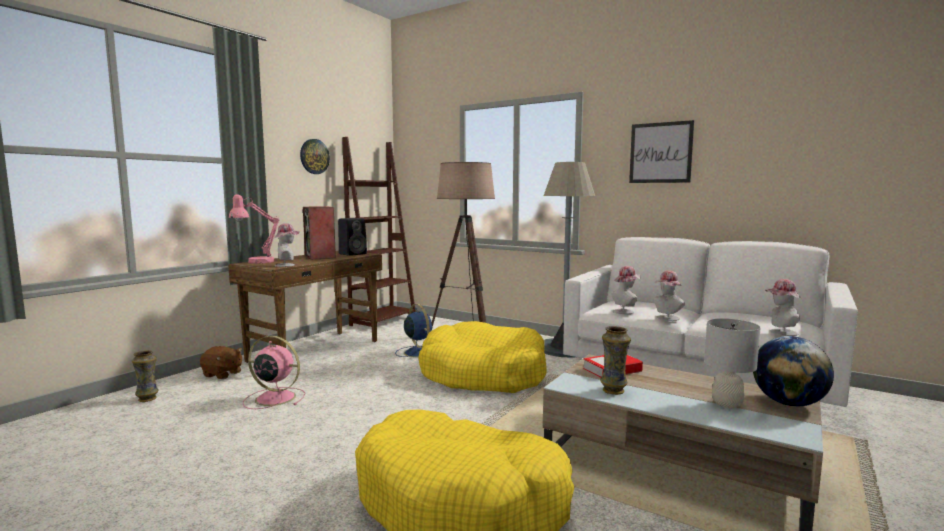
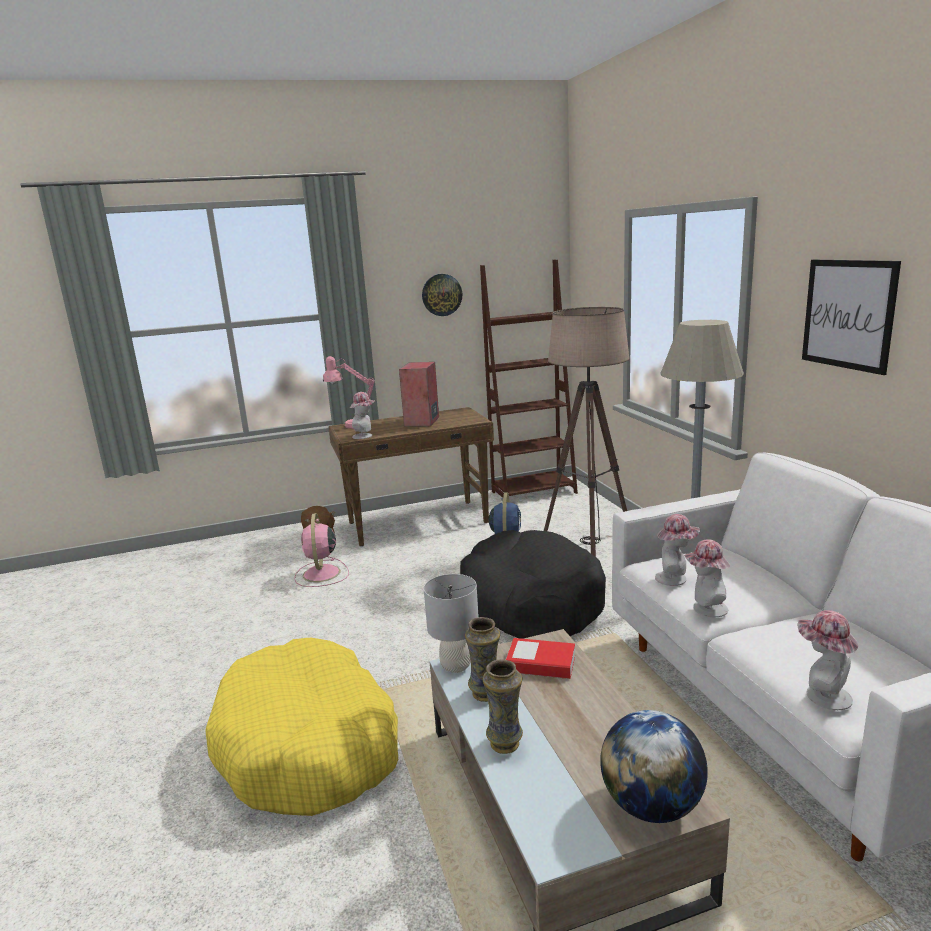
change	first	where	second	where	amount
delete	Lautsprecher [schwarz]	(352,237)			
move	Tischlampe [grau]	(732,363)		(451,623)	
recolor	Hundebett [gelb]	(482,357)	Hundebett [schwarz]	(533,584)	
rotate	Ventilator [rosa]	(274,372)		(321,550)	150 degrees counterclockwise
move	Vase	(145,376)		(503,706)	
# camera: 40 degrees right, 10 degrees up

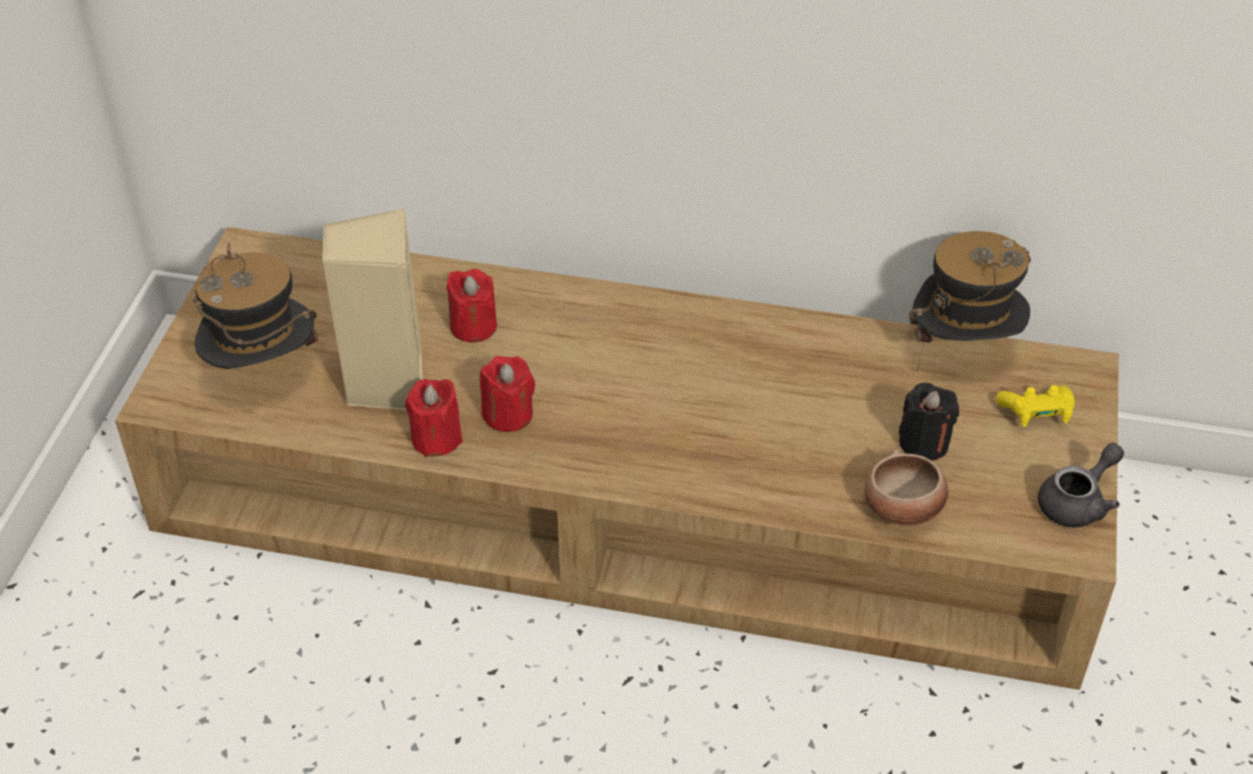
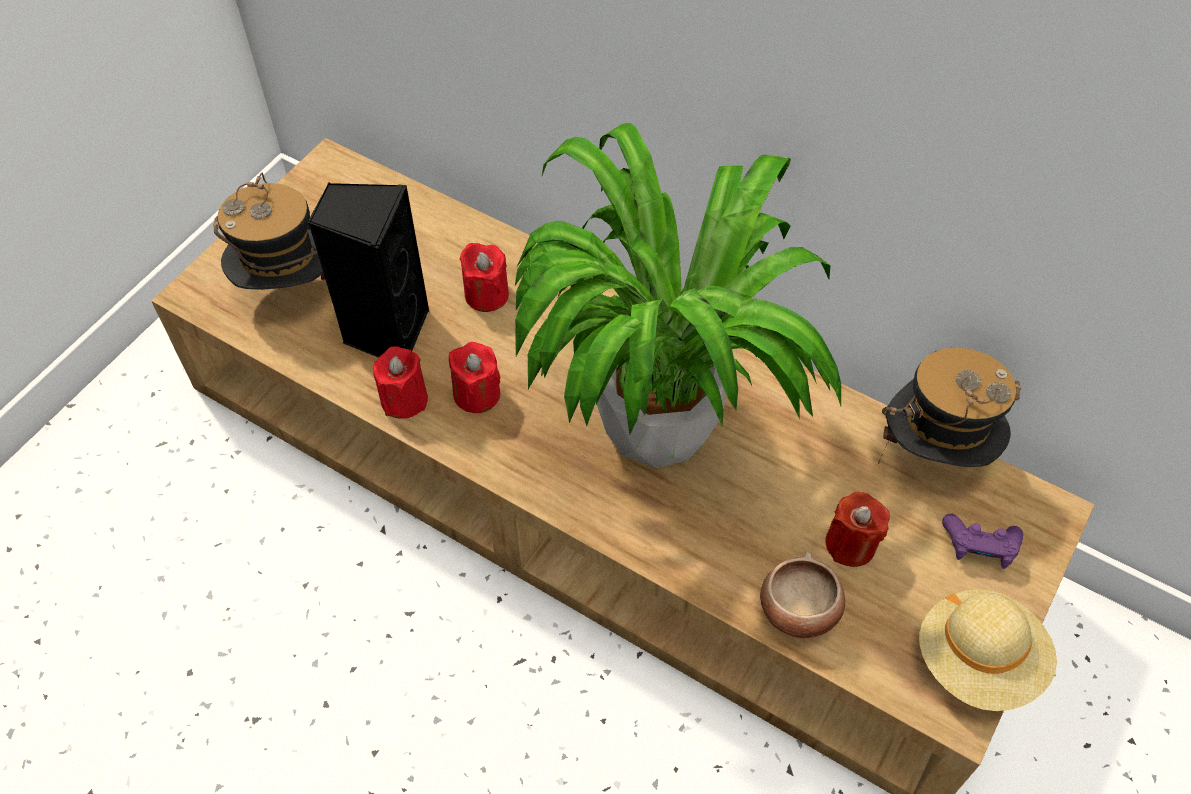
change	first	where	second	where	amount
recolor	Lautsprecher [beige]	(372,309)	Lautsprecher [schwarz]	(368,270)	
recolor	Kerze [schwarz]	(929,422)	Kerze [rot]	(858,529)	
recolor	Gamepad [gelb]	(1035,406)	Gamepad [lila]	(982,541)	
replace	Teekanne [grau]	(1081,485)	Hut [beige]	(988,650)	
insert			Topfpflanze	(678,295)	
# camera: 20 degrees right, 10 degrees up

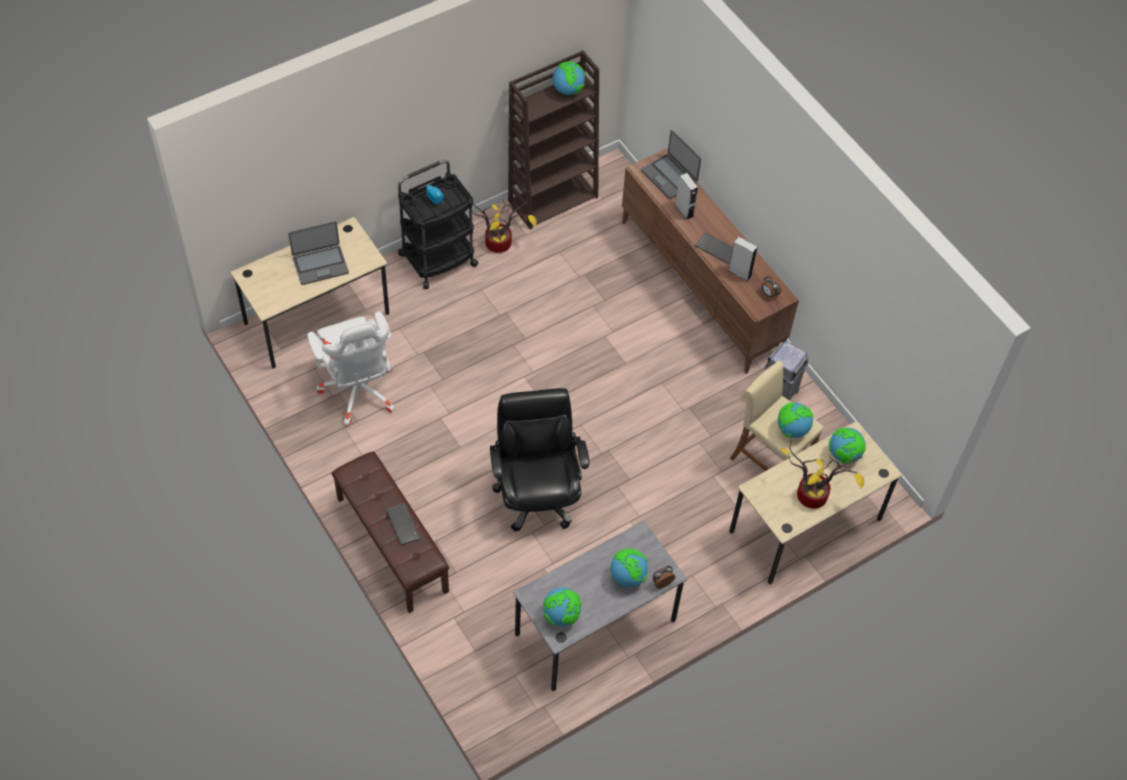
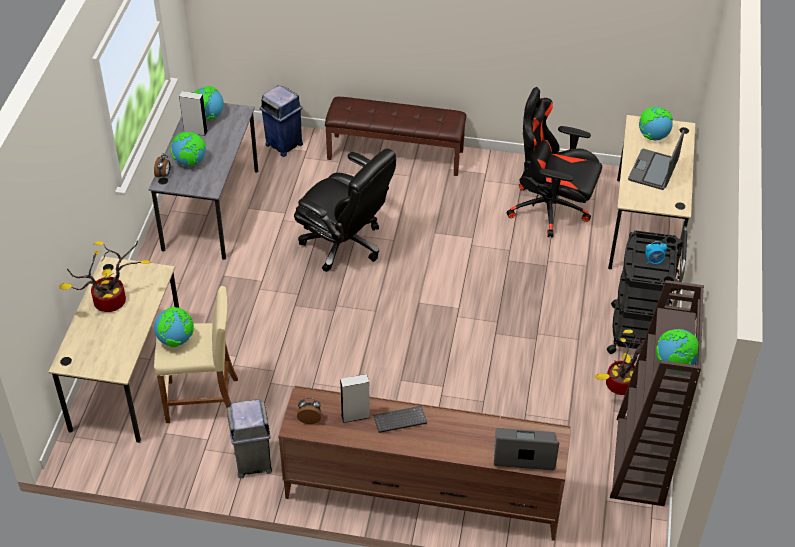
change	first	where	second	where	amount
move	Lautsprecher [grau]	(686,196)		(193,113)	
recolor	Bürostuhl [weiß]	(351,369)	Bürostuhl [schwarz]	(554,162)	
move	Globus	(847,446)		(656,123)	
delete	Tastatur	(403,524)			
insert			Mülleimer [blau]	(281,121)	
# camera: 135 degrees right, 10 degrees down

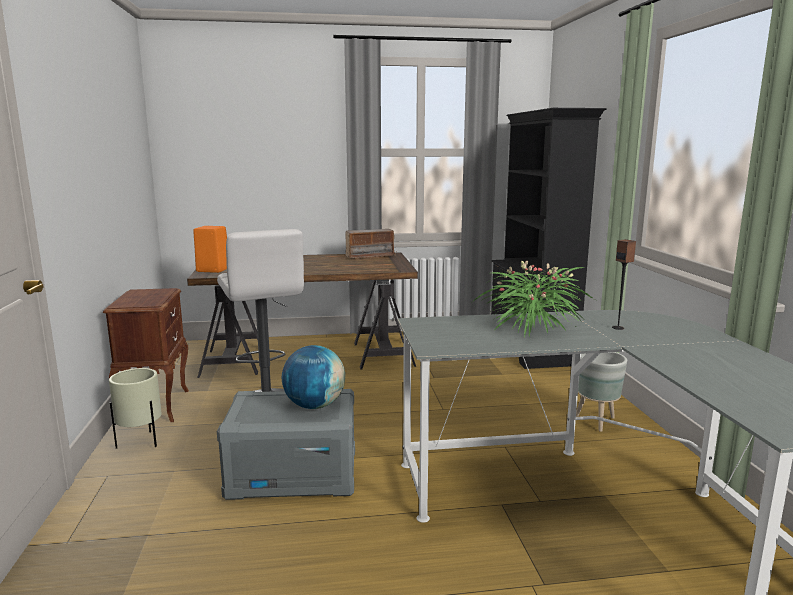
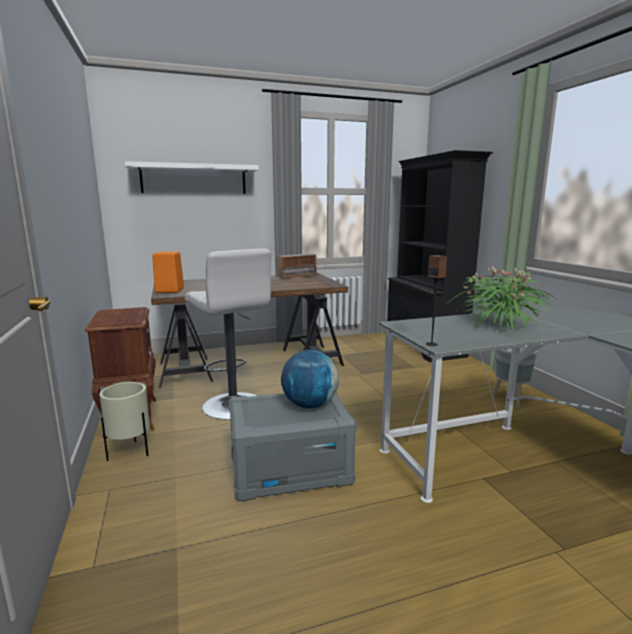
change	first	where	second	where	amount
move	Lautsprecher	(624,284)		(436,300)	
insert			Wandregal [weiß]	(192,177)	
# camera: 10 degrees left, 0 degrees up

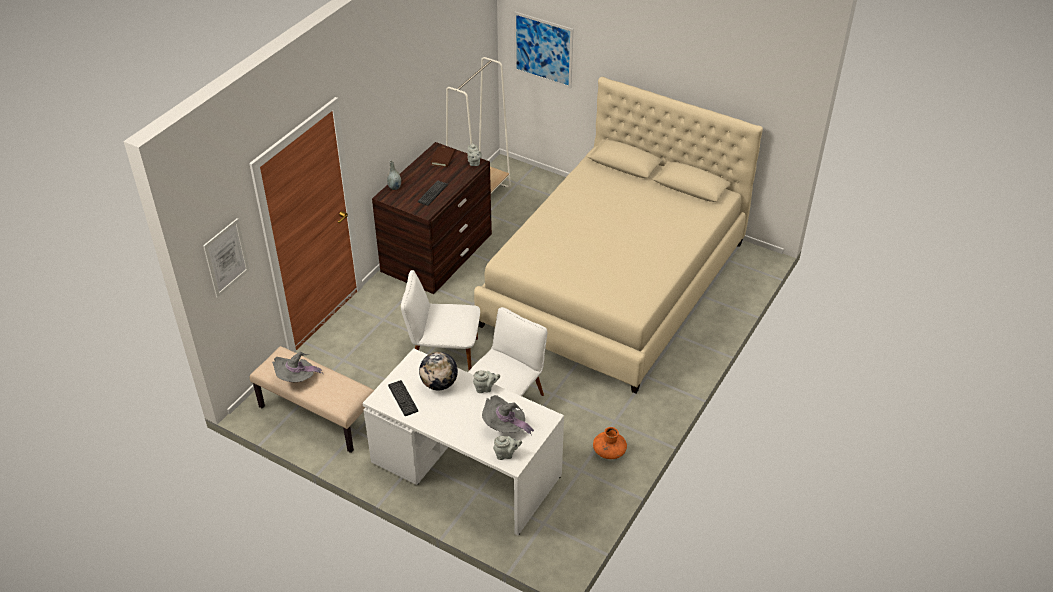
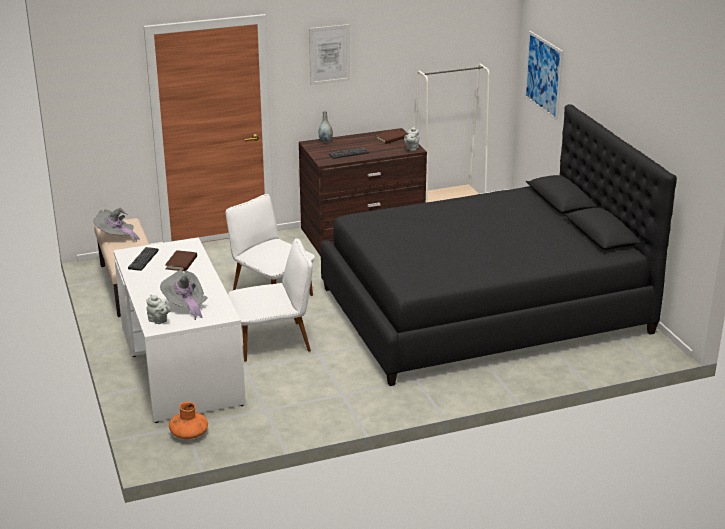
change	first	where	second	where	amount
recolor	Bett [beige]	(618,235)	Bett [schwarz]	(499,245)	
move	Bild	(226,258)		(329,54)	
replace	Globus	(438,371)	Buch [braun]	(181,260)	
delete	Teekanne [grau]	(486,381)			
move	Vase [orange]	(610,443)		(188,420)	
# camera: 40 degrees right, 15 degrees down

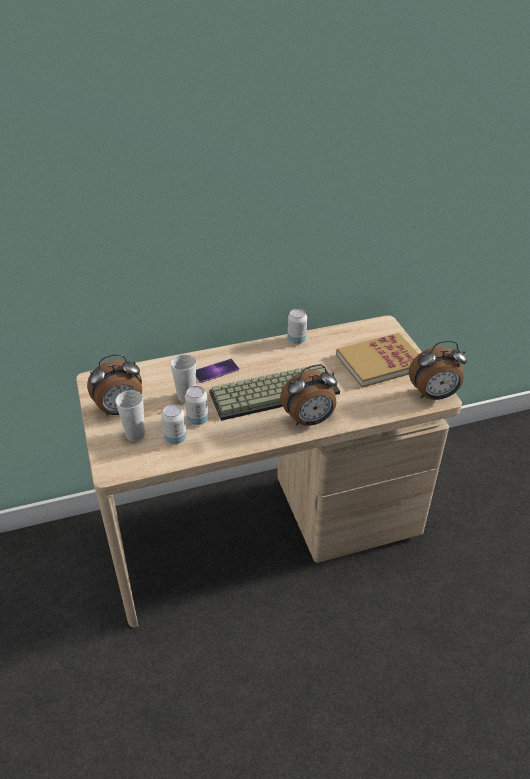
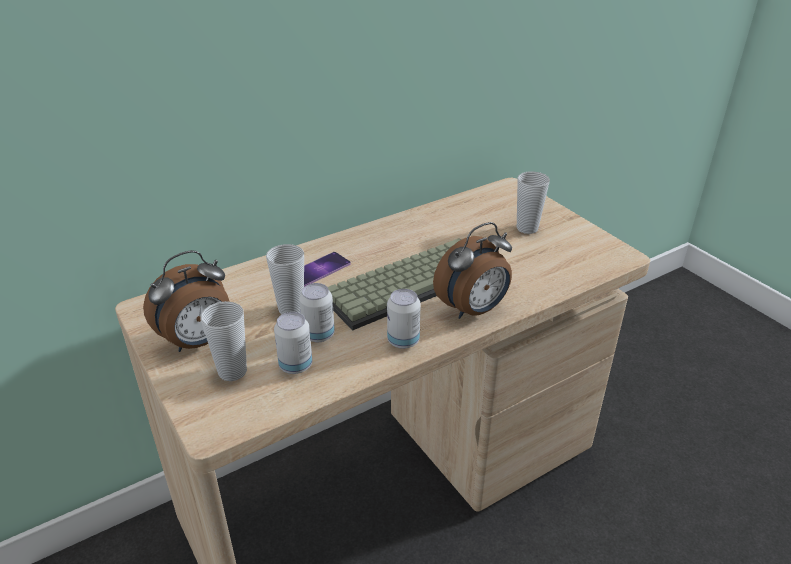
change	first	where	second	where	amount
move	Dose	(297,326)		(404,319)	
replace	Buch	(377,360)	Tasse	(533,202)	
delete	Wecker	(438,370)			
# camera: 15 degrees left, 5 degrees down

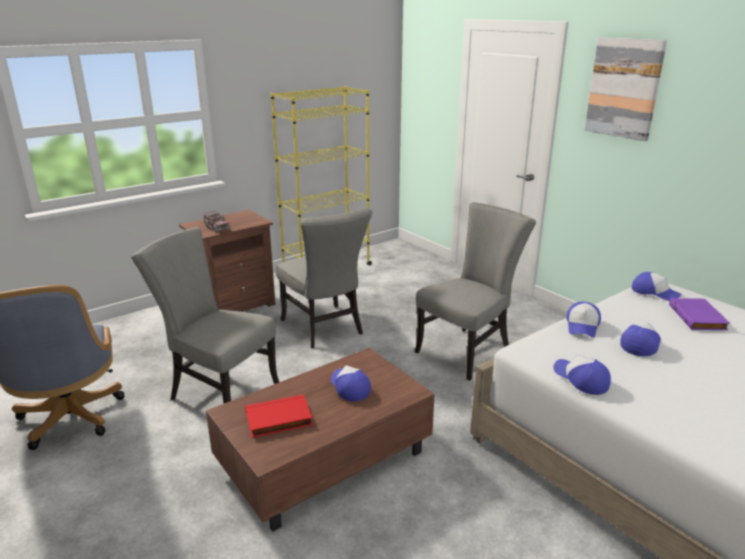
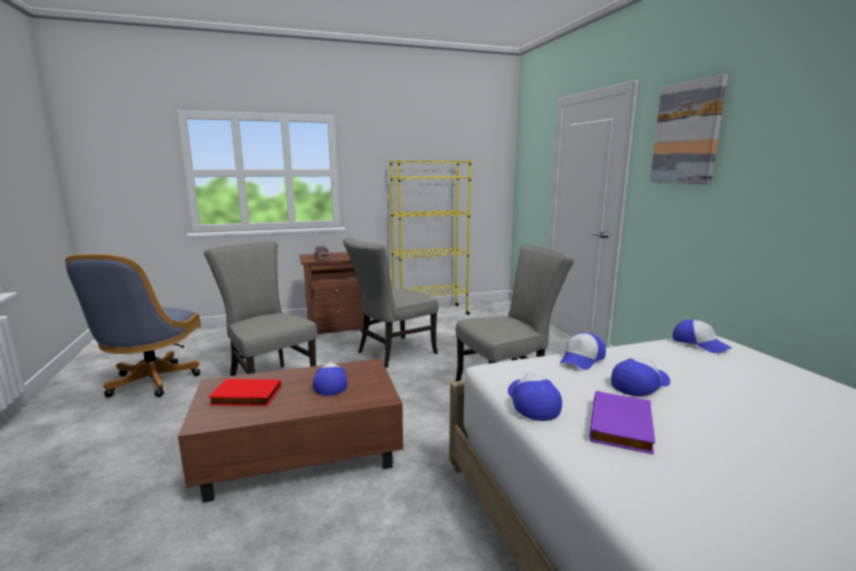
change	first	where	second	where	amount
rotate	Stuhl [grau]	(324,277)		(391,302)	60 degrees clockwise
move	Buch [lila]	(699,314)		(622,422)	
# camera: 20 degrees right, 10 degrees down

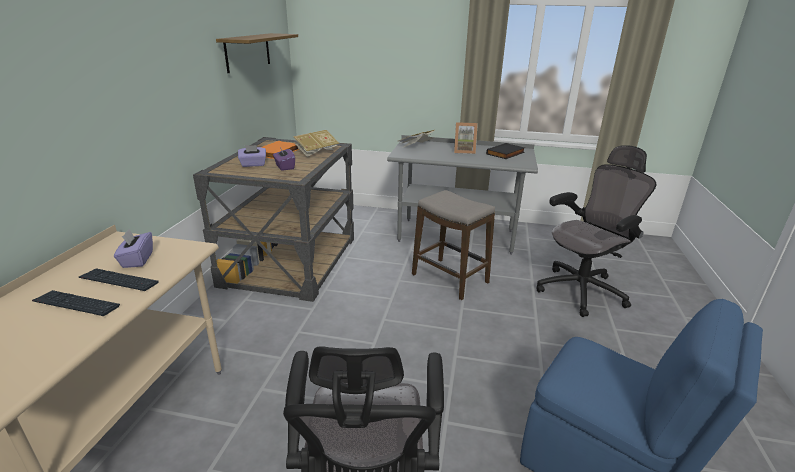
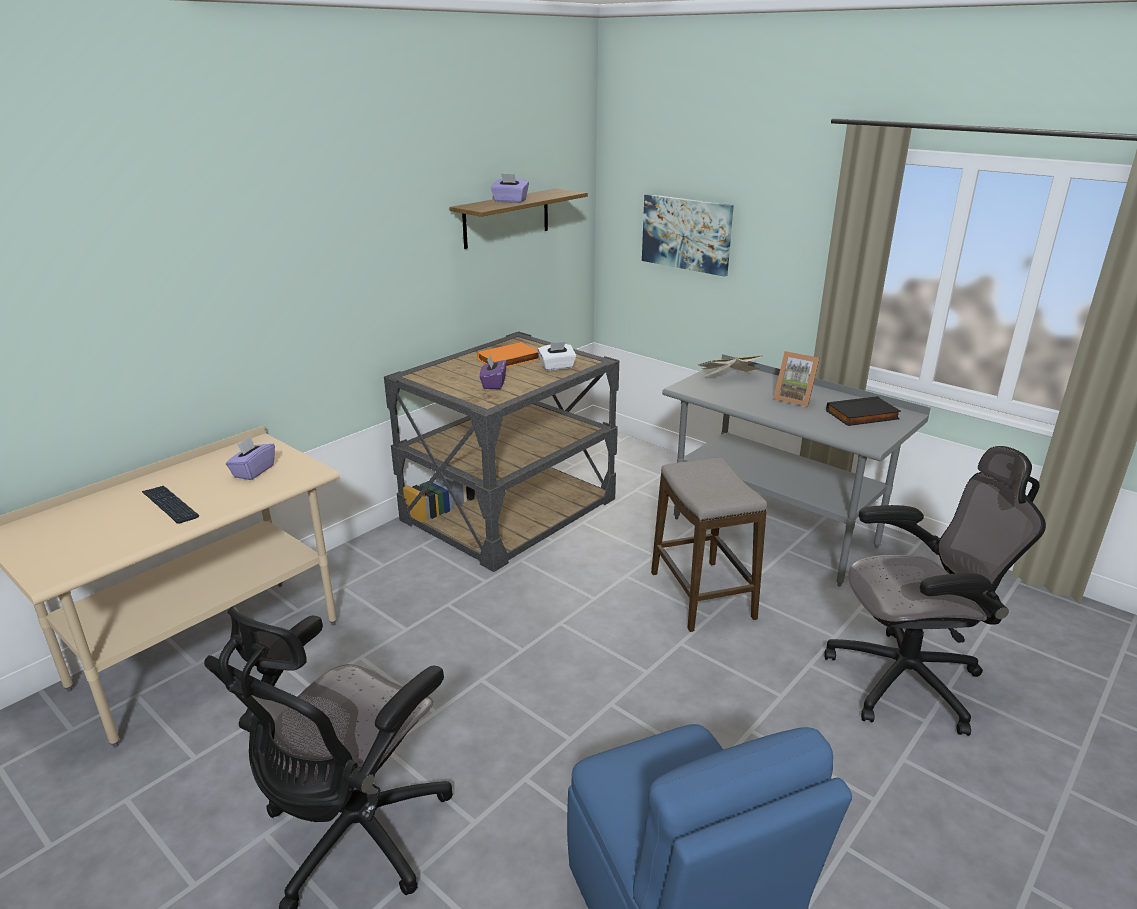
change	first	where	second	where	amount
replace	Buch	(316,143)	Taschentuchbox [weiß]	(557,356)	
move	Taschentuchbox [lila]	(252,156)		(510,188)	
delete	Tastatur	(119,279)			
insert			Bild	(688,235)	
# camera: 30 degrees right, 0 degrees up

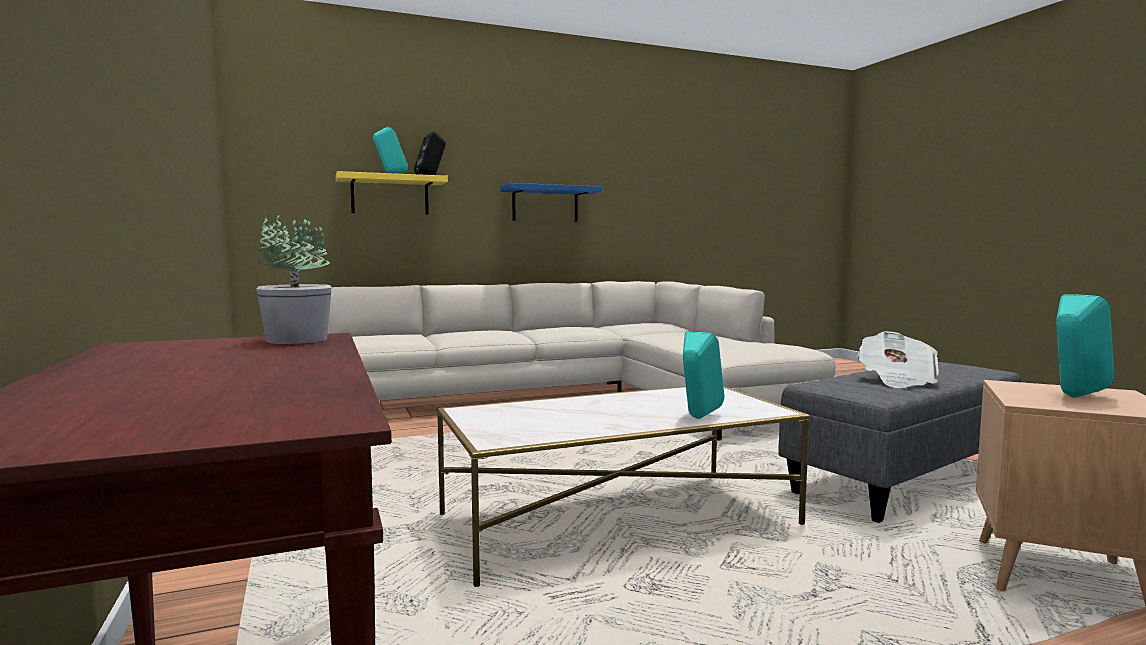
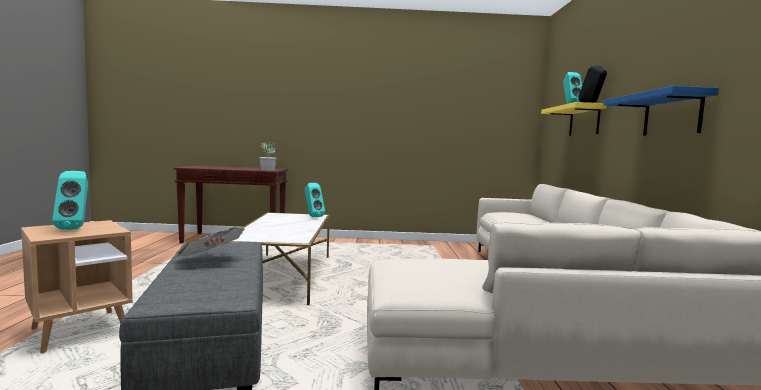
change	first	where	second	where	amount
move	Lautsprecher [türkis]	(703,375)		(315,200)	
# camera: 110 degrees right, 0 degrees up

